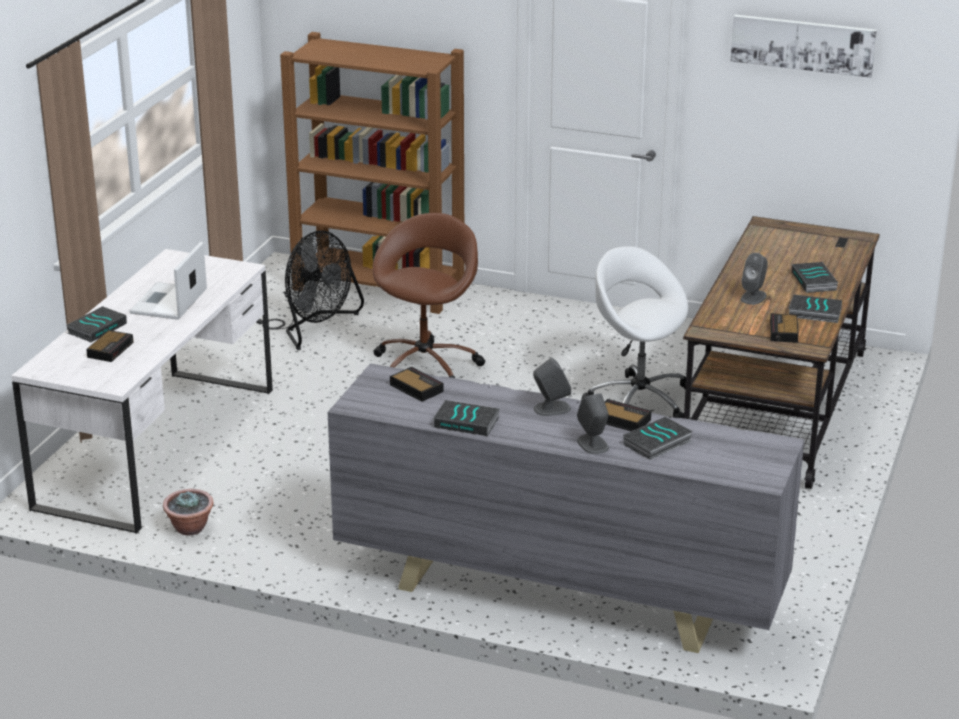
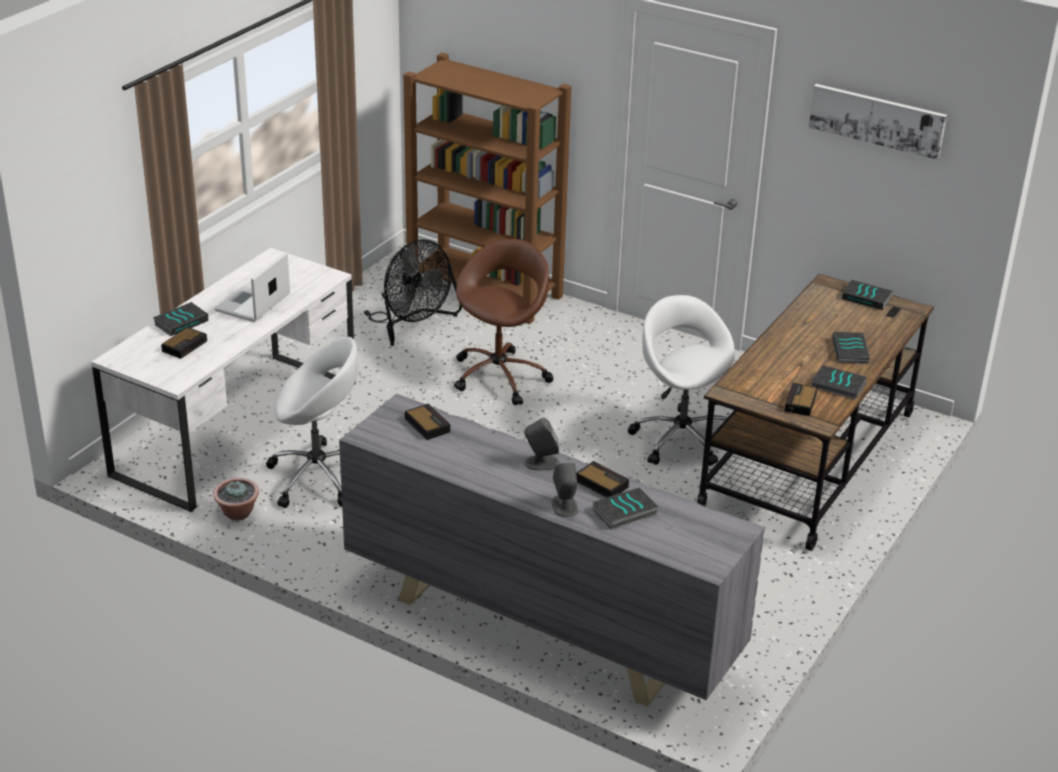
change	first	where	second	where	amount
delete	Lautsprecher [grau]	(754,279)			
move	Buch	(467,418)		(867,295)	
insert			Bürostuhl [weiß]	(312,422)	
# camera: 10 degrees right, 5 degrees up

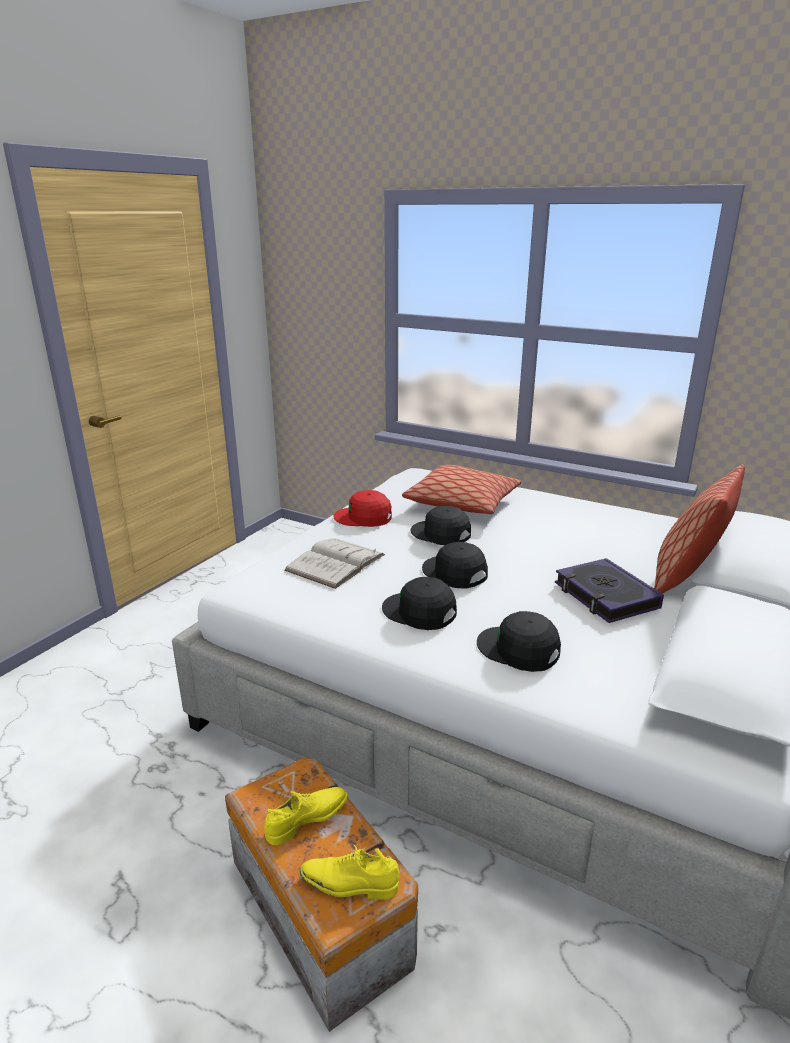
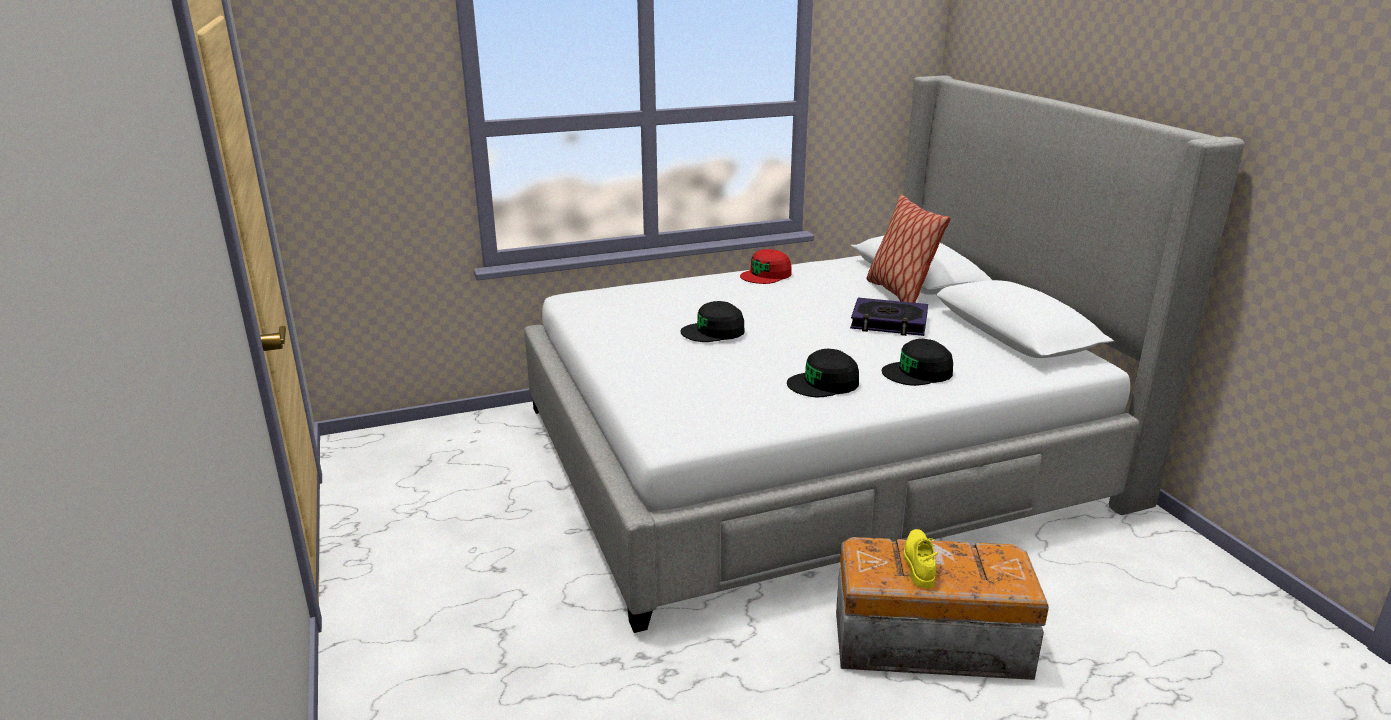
change	first	where	second	where	amount
delete	Kissen	(462,489)			
move	Kappe [rot]	(362,508)		(766,266)	
delete	Buch [weiß]	(334,563)			
delete	Kappe [schwarz]	(455,565)			
delete	Schuh [gelb]	(349,872)			
# camera: 50 degrees left, 0 degrees up

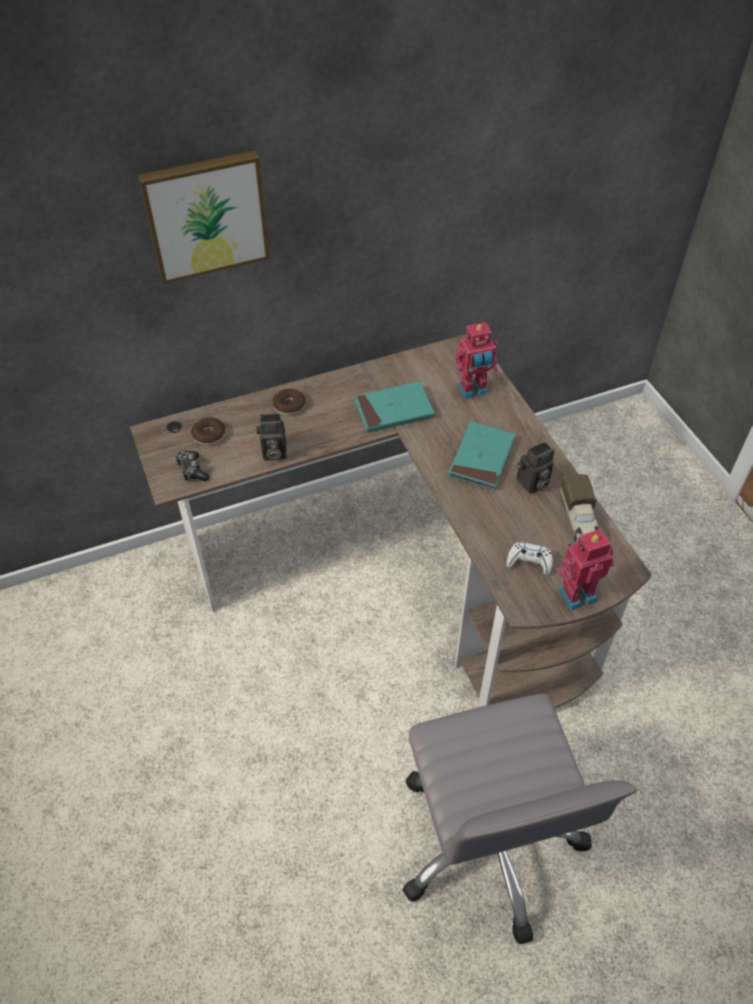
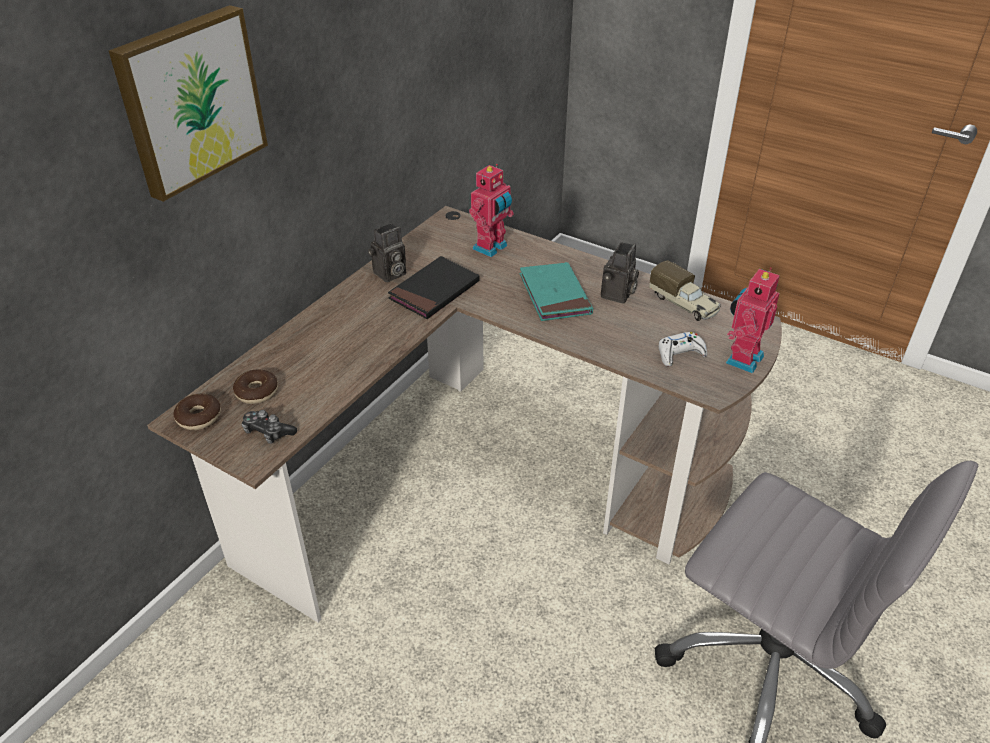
change	first	where	second	where	amount
recolor	Buch [türkis]	(395,407)	Buch [schwarz]	(434,287)	
move	Donut	(289,402)		(197,412)	
move	Kamera	(271,436)		(387,252)	
# camera: 35 degrees left, 10 degrees down

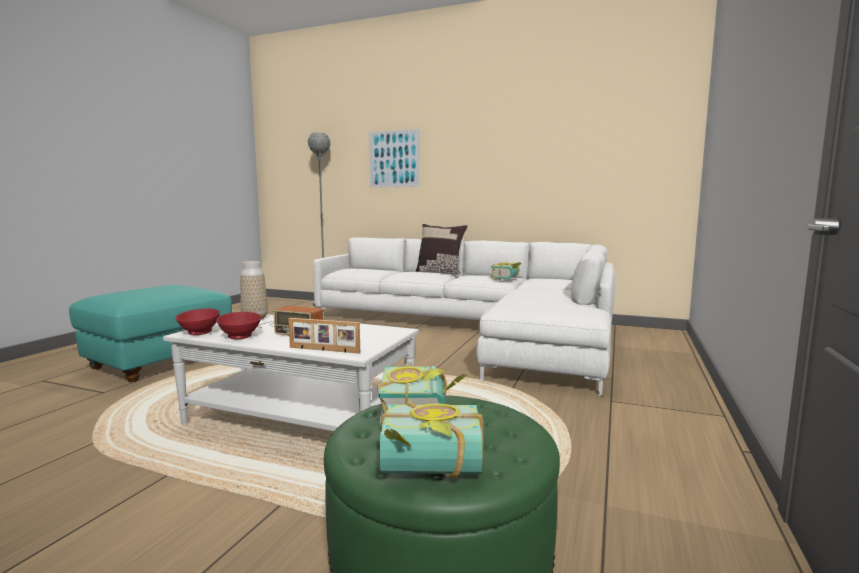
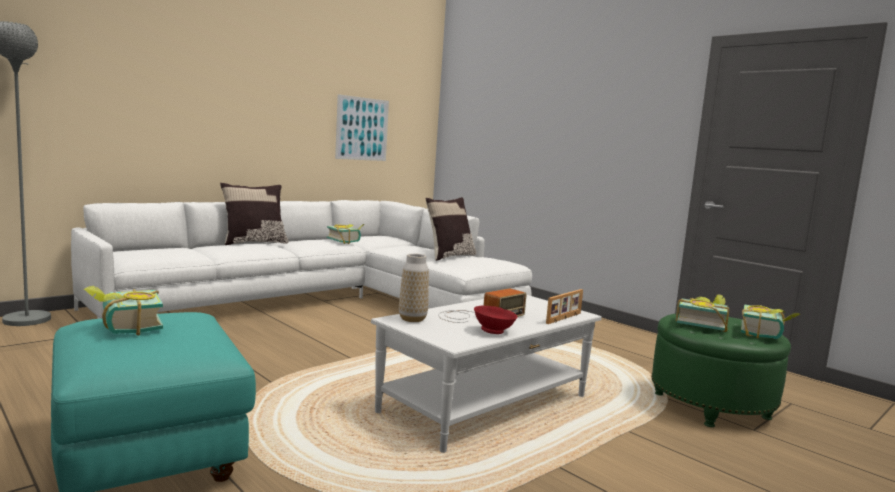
change	first	where	second	where	amount
move	Bild	(394,158)		(362,127)	
delete	Schüssel [rot]	(197,322)			
insert			Kissen	(451,229)	
insert			Buch	(123,311)	
# camera: 65 degrees left, 0 degrees up

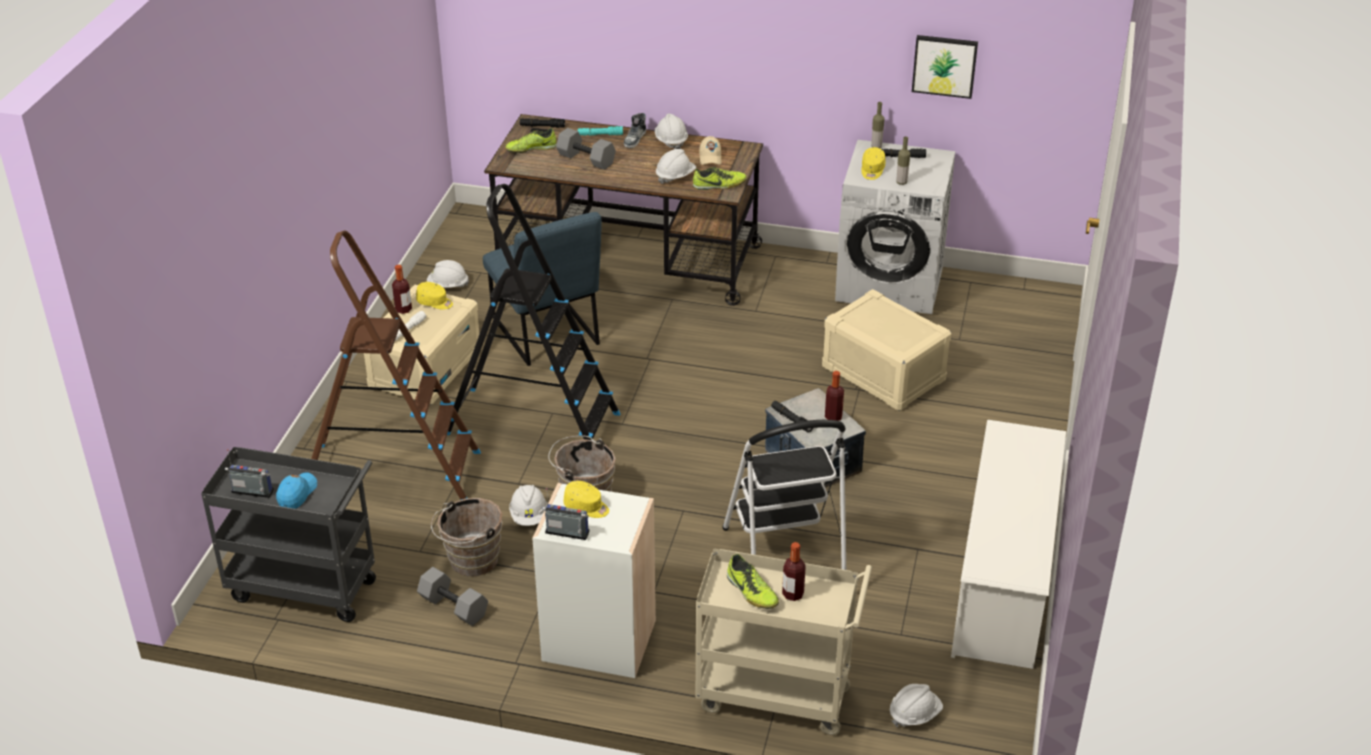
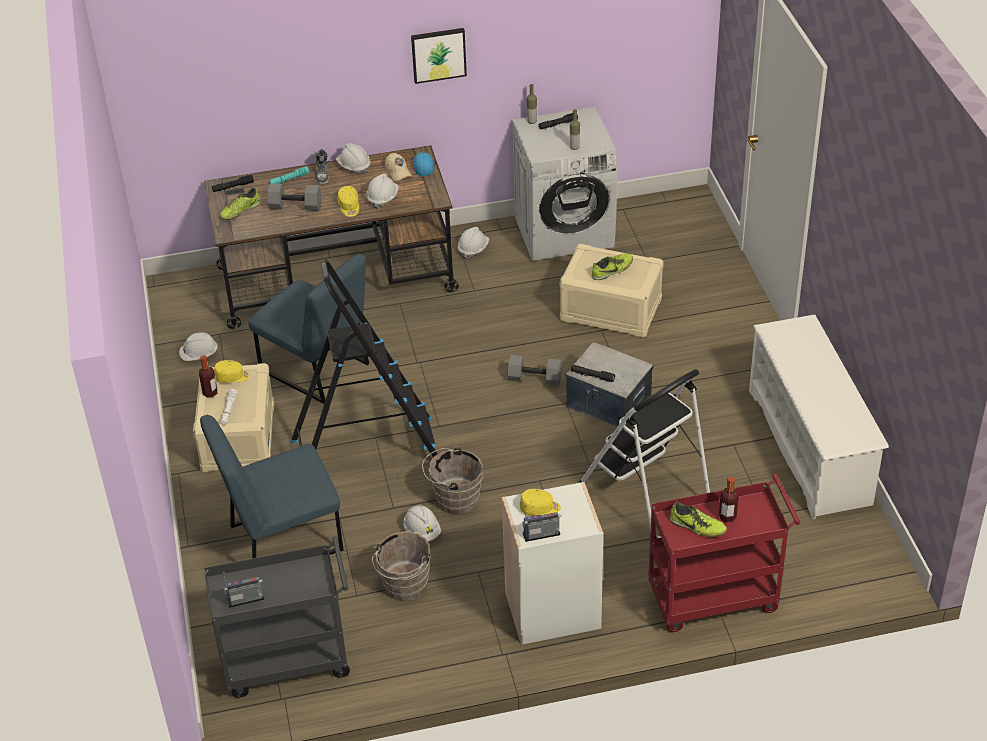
change	first	where	second	where	amount
move	Bild	(945,67)		(439,56)	
move	Kappe [gelb]	(873,163)		(348,201)	
move	Schuh	(720,178)		(612,266)	
replace	Trittleiter [braun]	(396,365)	Stuhl [blau]	(271,486)	
delete	Flasche	(834,396)			
move	Kappe [blau]	(296,490)		(423,164)	
recolor	Rollwagen [beige]	(783,642)	Rollwagen [rot]	(724,552)	
move	Hantel [grau]	(452,596)		(534,370)	
move	Schutzhelm [weiß]	(916,706)		(473,243)	
# camera: 25 degrees left, 5 degrees up

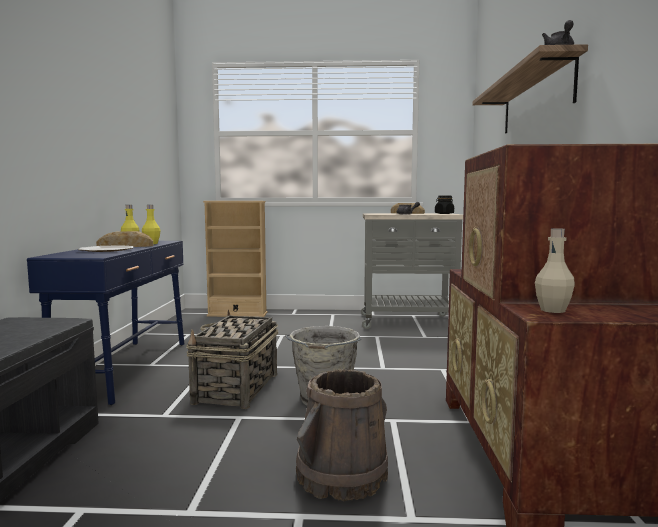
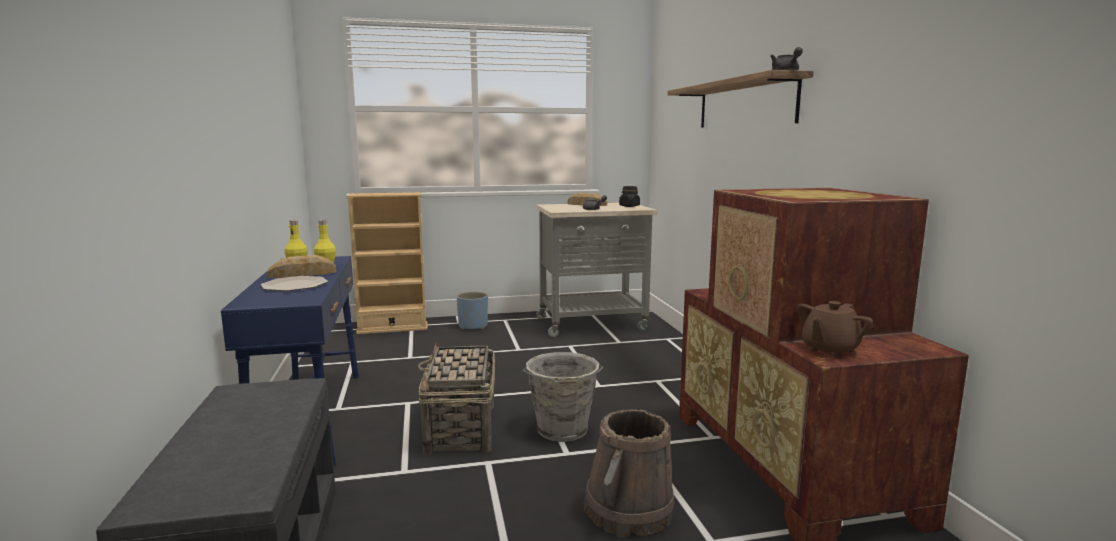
change	first	where	second	where	amount
replace	Flasche [beige]	(555,270)	Teekanne [braun]	(835,329)	
insert			Pflanzkübel [blau]	(472,311)	
# camera: 15 degrees left, 5 degrees up

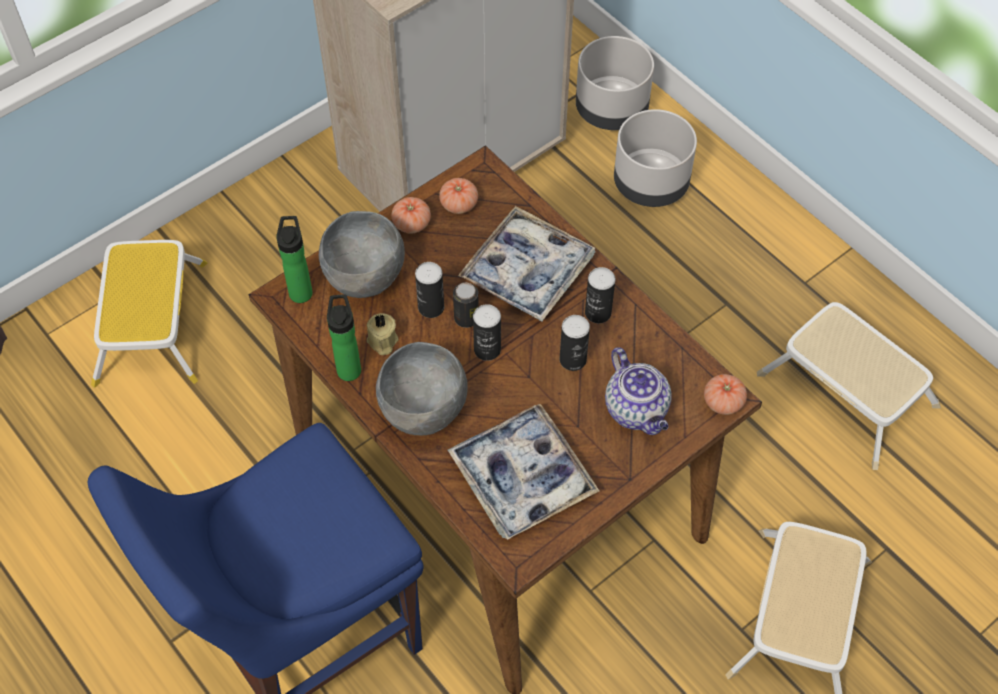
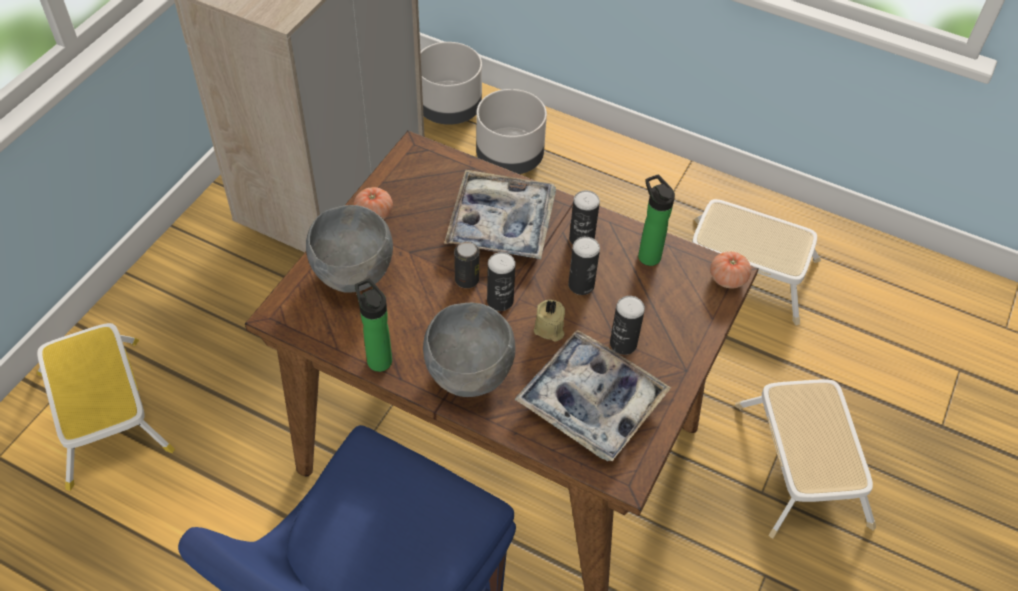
change	first	where	second	where	amount
delete	Tomate	(458,196)			
move	Flasche	(294,259)		(656,220)	
move	Dose	(429,290)		(627,325)	
move	Kerze [beige]	(383,334)		(549,321)	
delete	Teekanne	(638,391)			
# camera: 25 degrees left, 5 degrees down

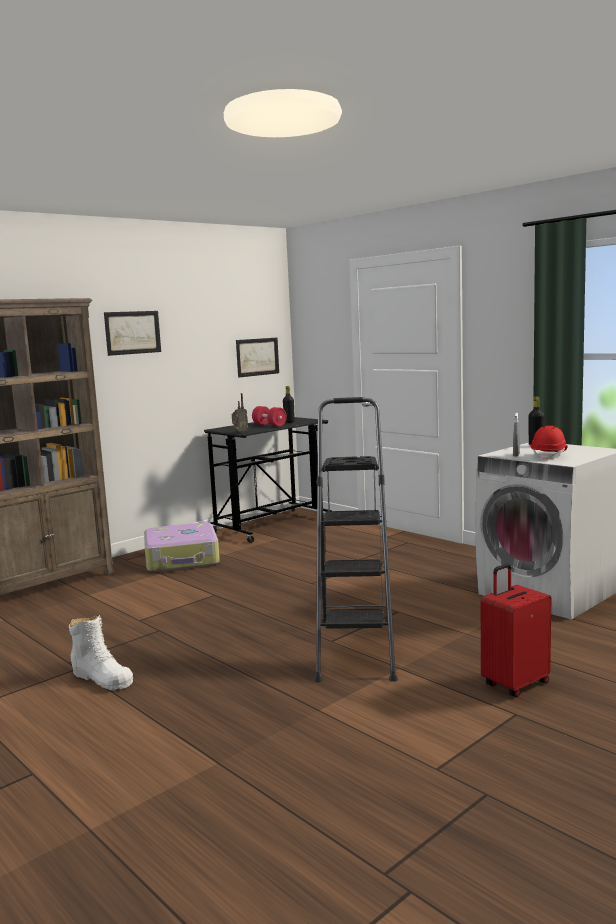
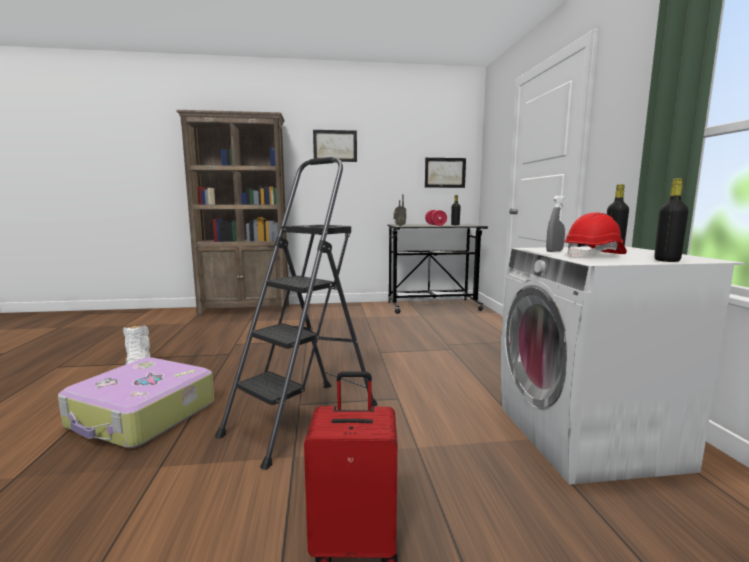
change	first	where	second	where	amount
move	Koffer	(182,547)		(136,402)	
insert			Flasche [schwarz]	(671,220)	
# camera: 35 degrees right, 0 degrees up

